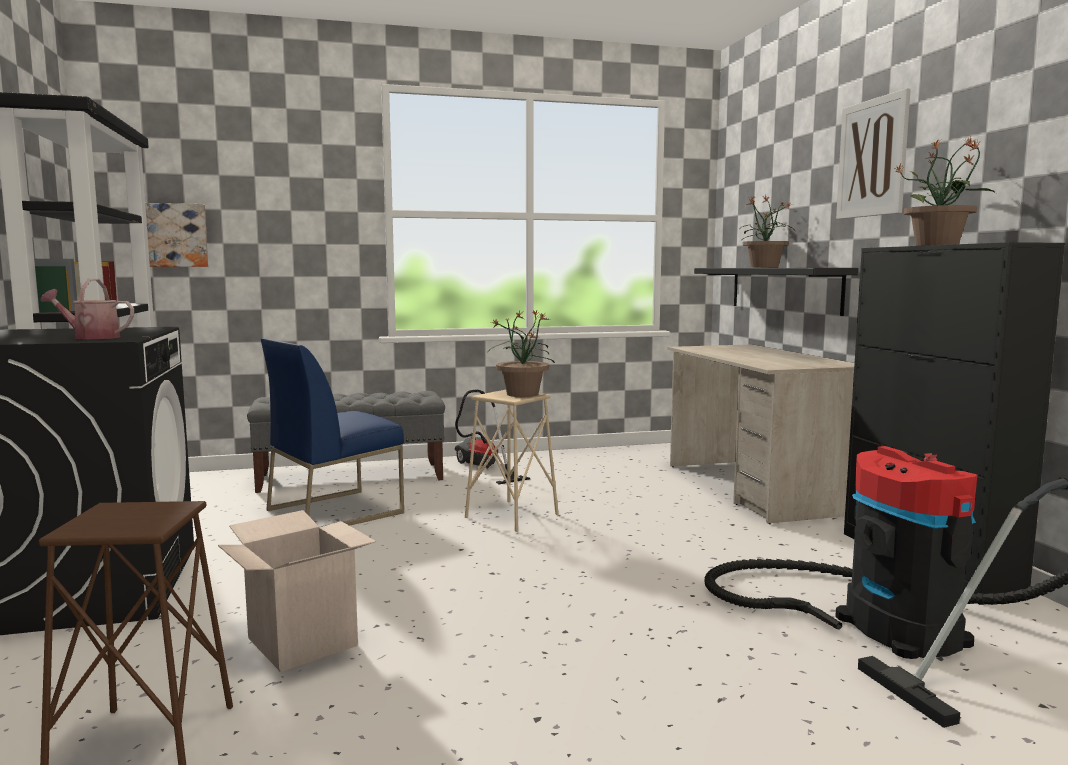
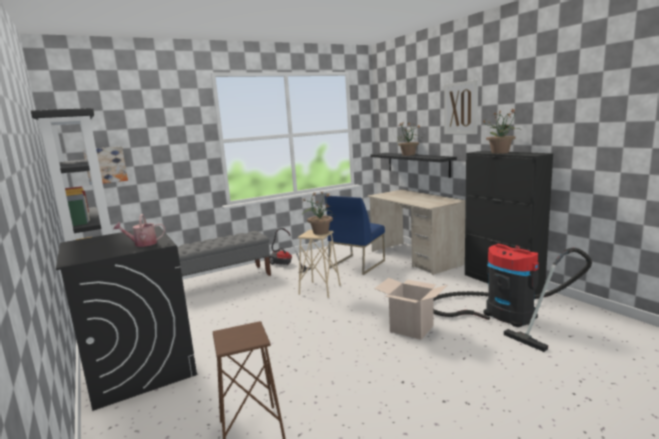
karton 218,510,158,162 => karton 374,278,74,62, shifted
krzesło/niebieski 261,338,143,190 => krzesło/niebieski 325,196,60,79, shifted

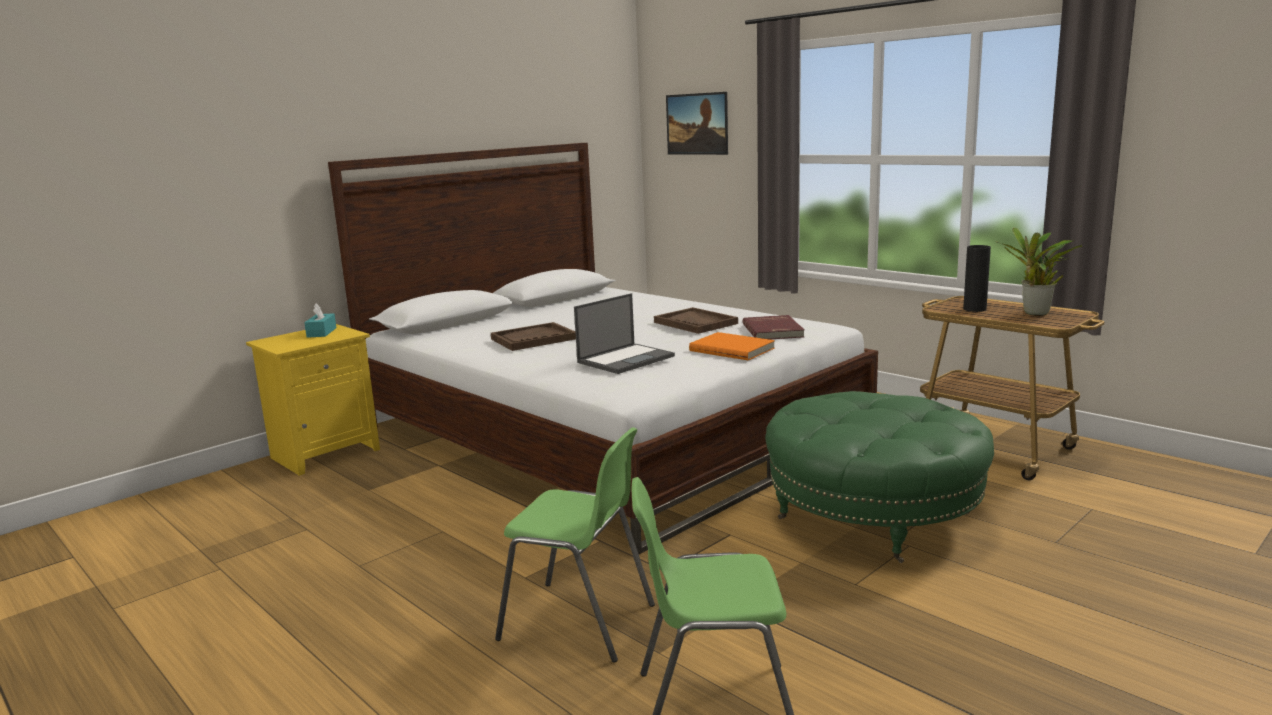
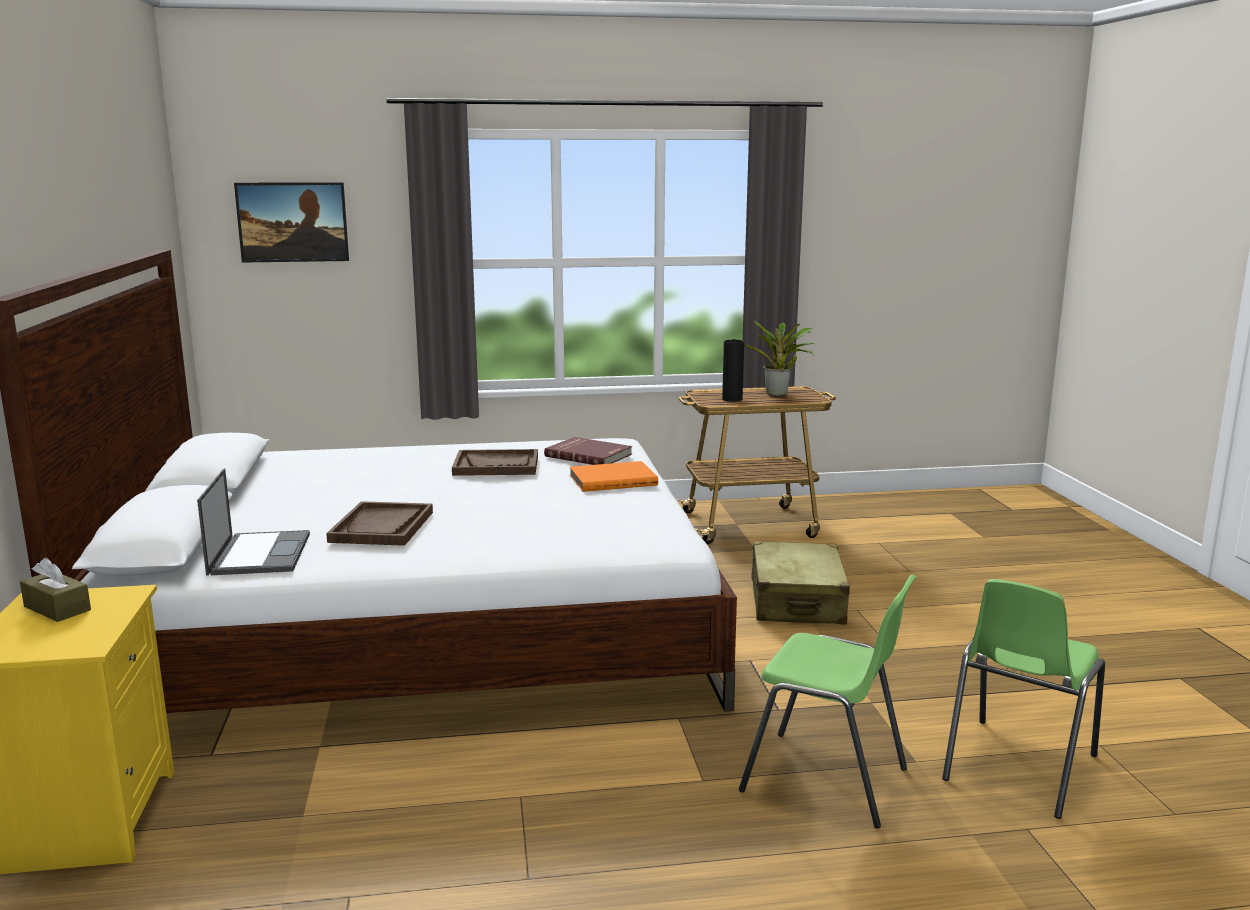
laptop 574,293,101,81 => laptop 197,468,113,108, shifted
pufa/zielony 765,391,229,172 => walizka/beżowy 752,541,98,84
pudełko chusteczek/turkusowy 304,303,32,35 => pudełko chusteczek/brązowy 20,558,71,64
krzesło/zielony 495,427,160,236 => krzesło/zielony 739,575,178,253, 60 degrees clockwise

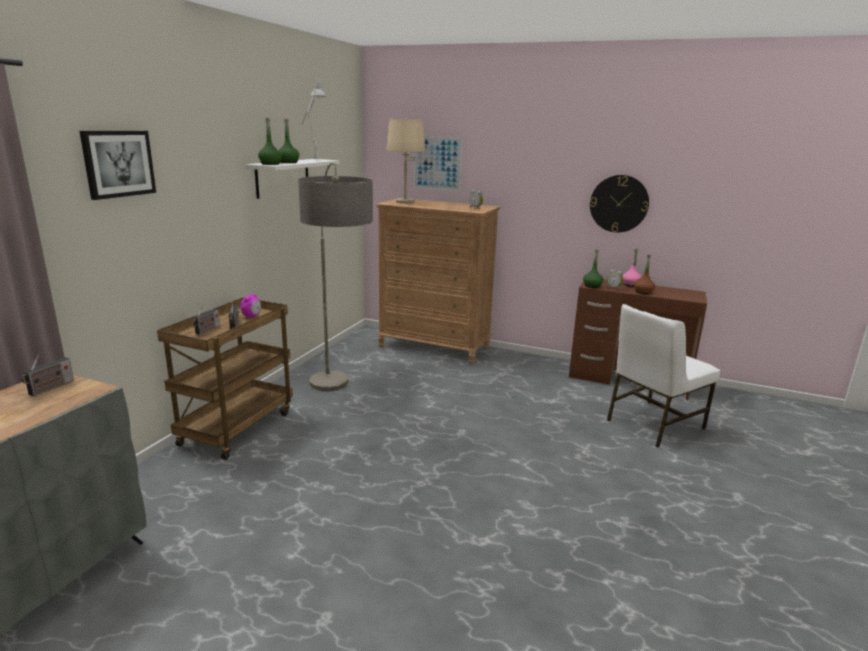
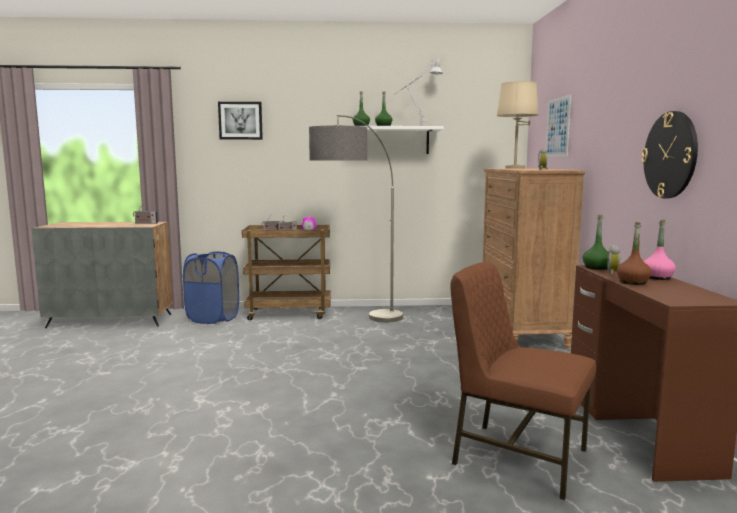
nothing => kosz na pranie/niebieski 183,252,56,72
krzesło/biały 607,304,113,144 => krzesło/brązowy 450,262,146,238

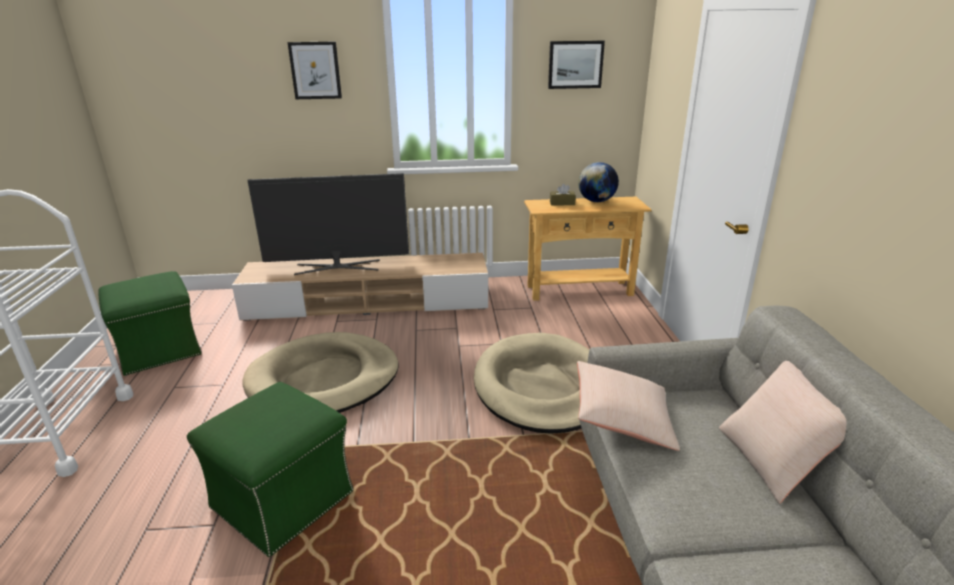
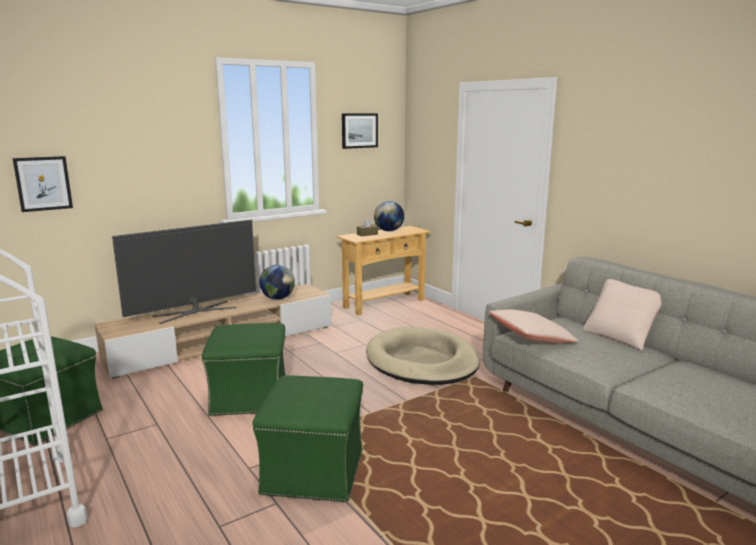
nothing => globus 259,265,36,35
obraz 287,42,55,57 => obraz 12,156,61,56, shifted
legowisko/beżowy 242,332,157,81 => pufa/zielony 202,323,84,93

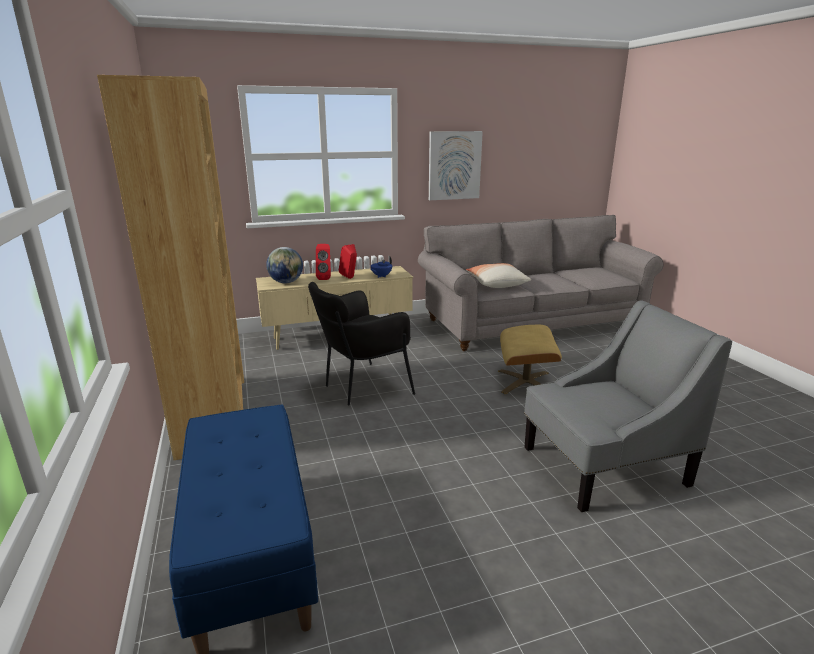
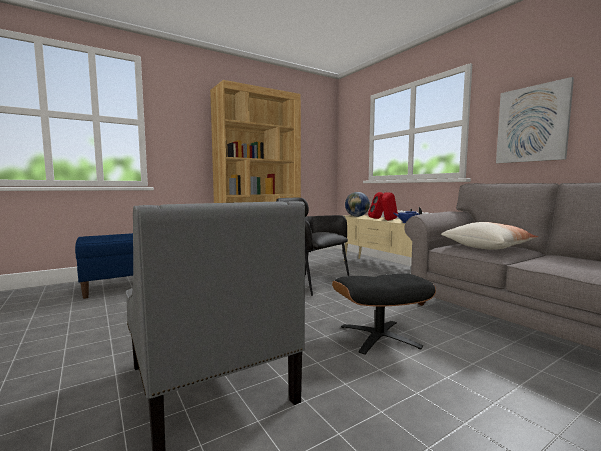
pufa/beżowy 498,325,64,69 => pufa/czarny 332,273,104,82

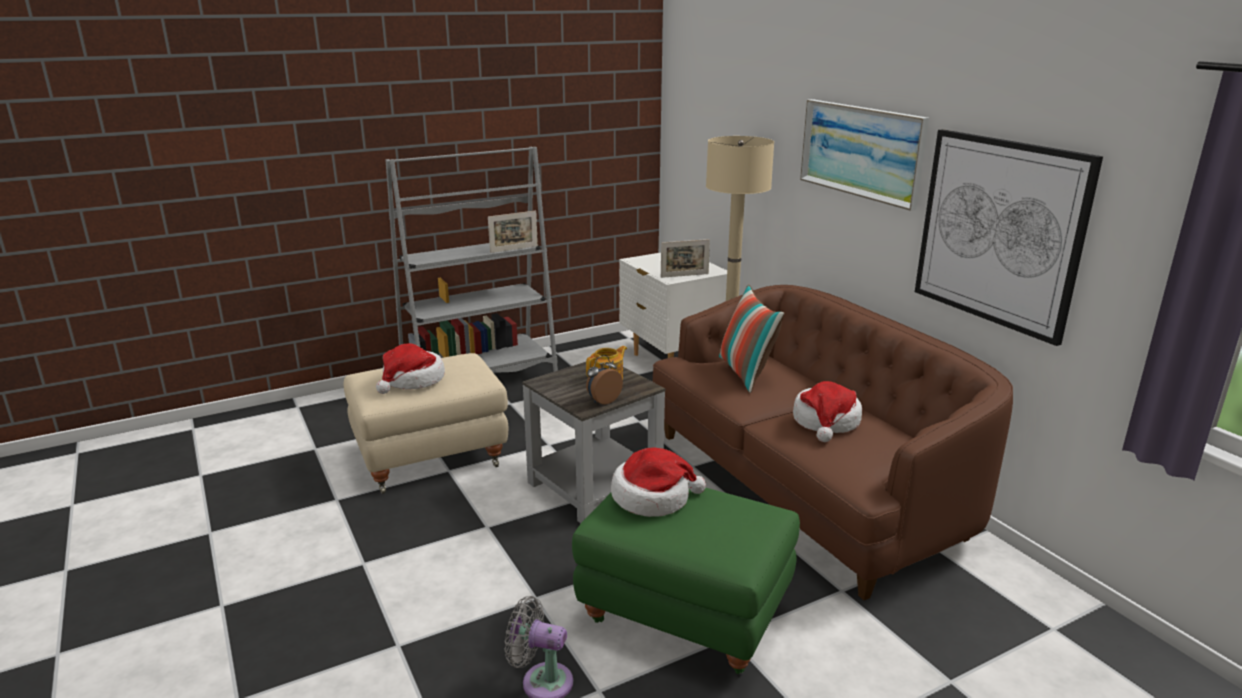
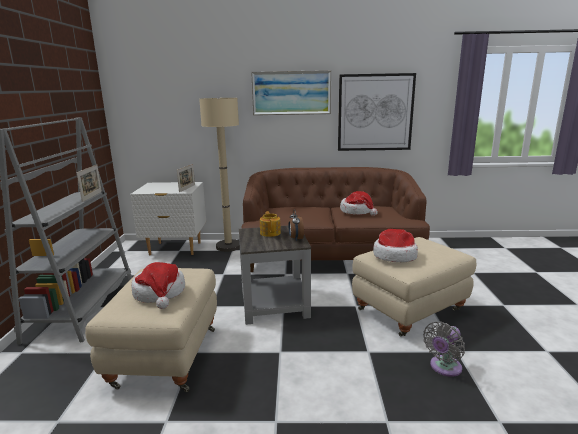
poduszka 719,285,66,108 => nothing
pufa/zielony 572,483,228,191 => pufa/beżowy 352,237,124,99

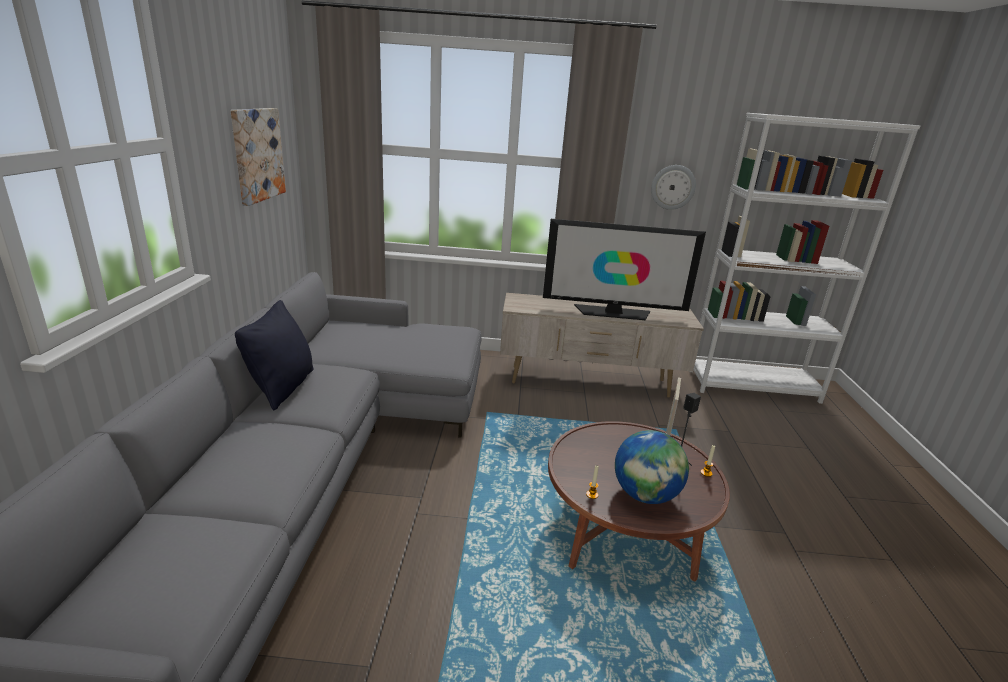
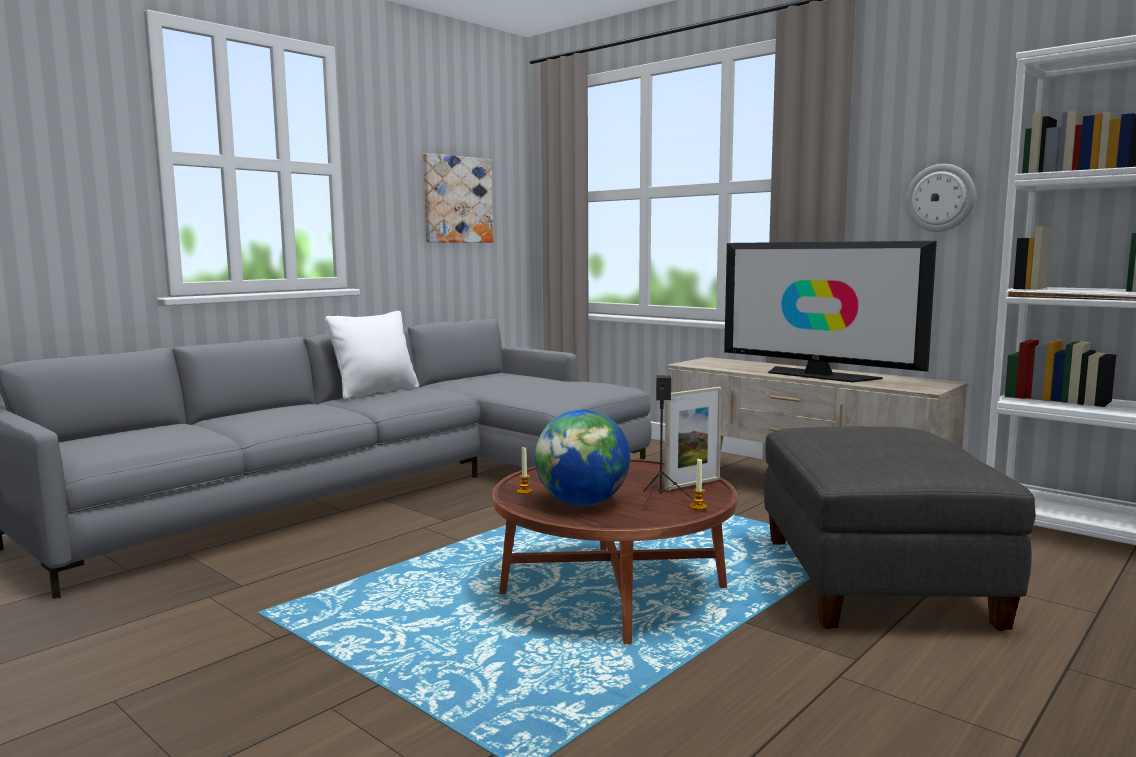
nothing => pufa/szary 764,426,272,205
poduszka/czarny 235,300,79,110 => poduszka/biały 325,311,94,88

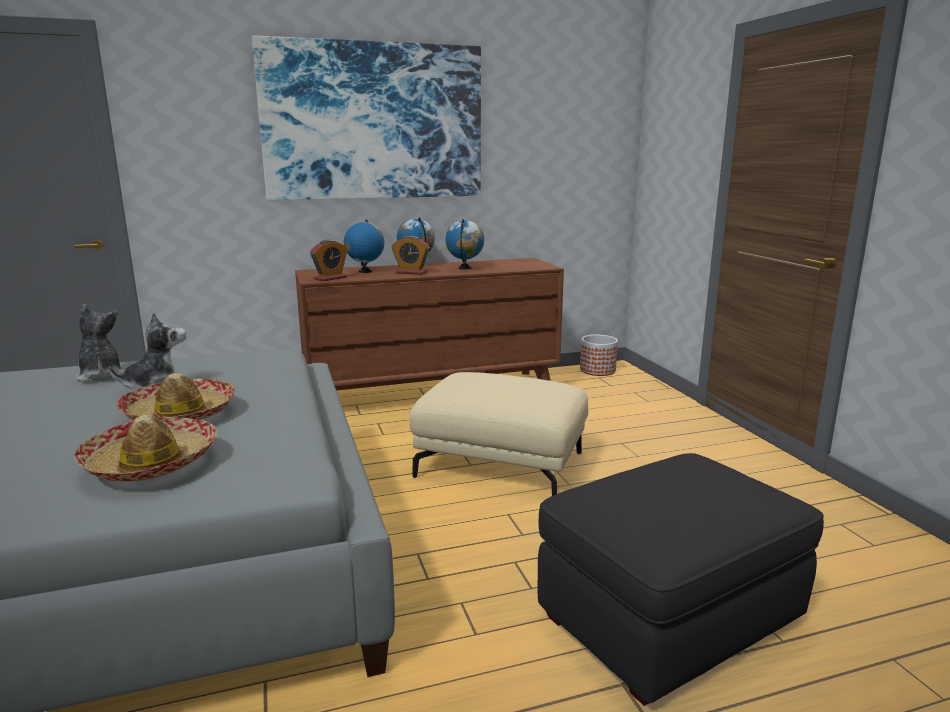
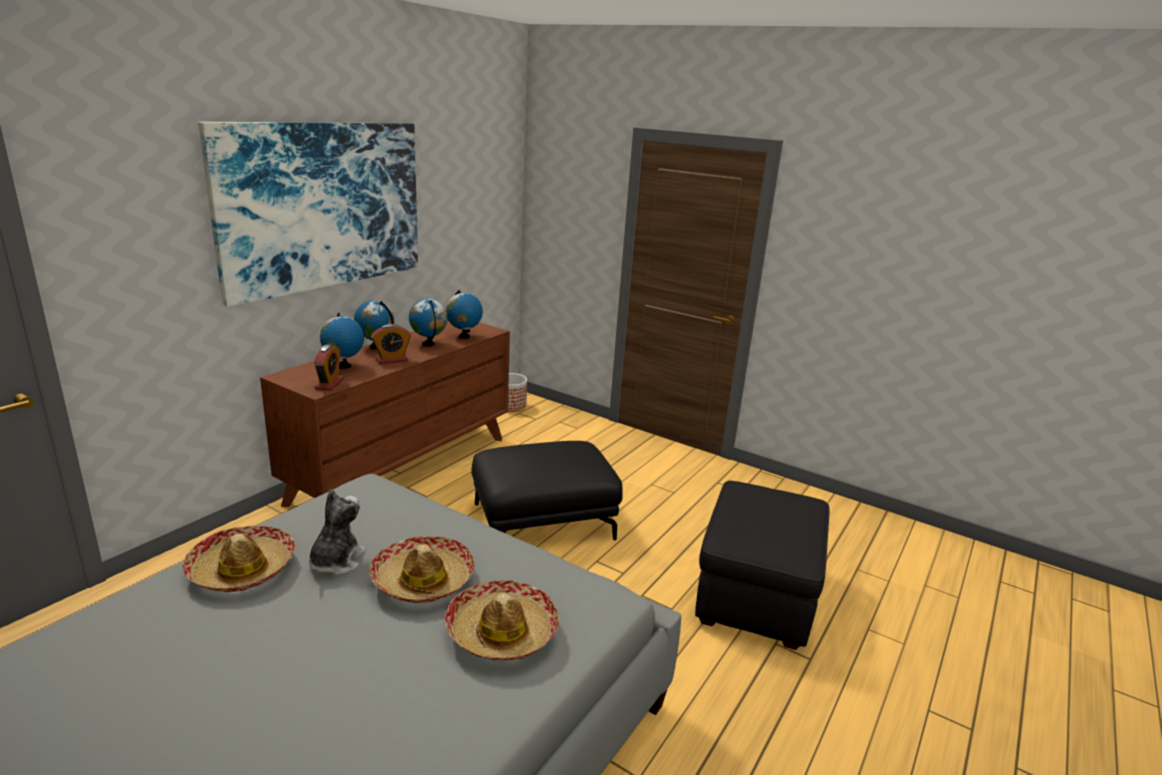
nothing => globus 446,290,37,49
pluszak 75,304,51,78 => kapelusz 182,526,113,66
pufa/beżowy 410,372,178,124 => pufa/czarny 471,441,152,99

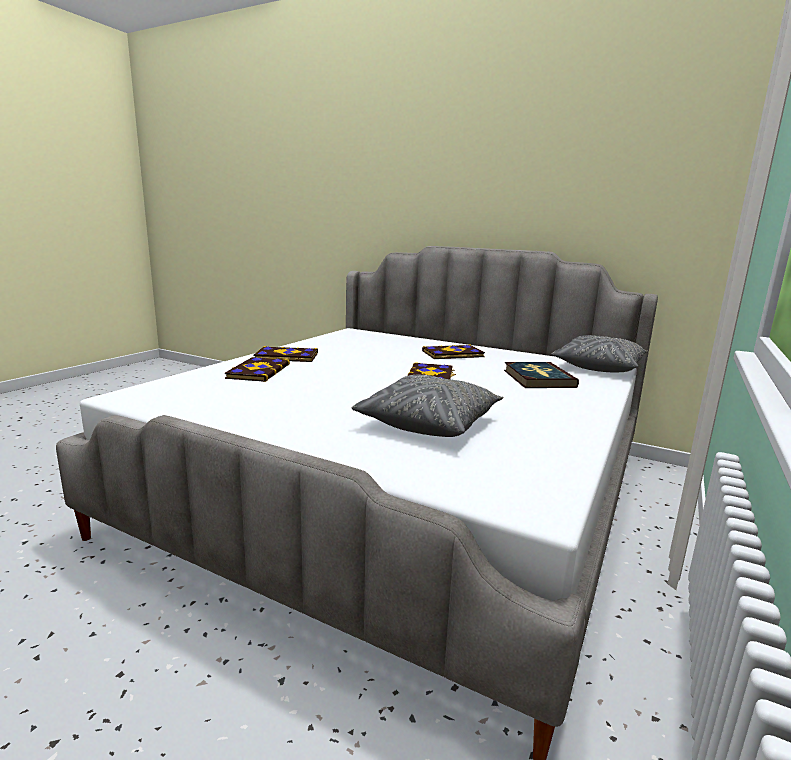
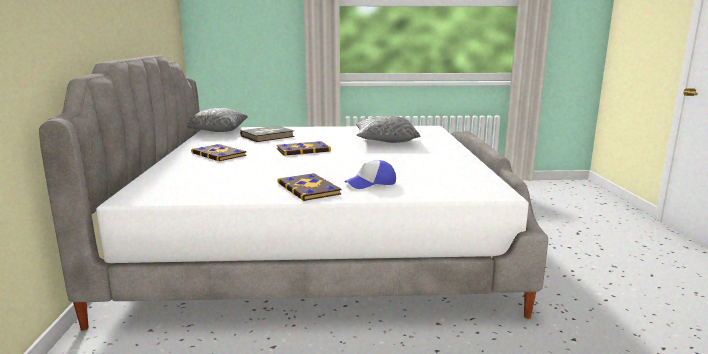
książka 225,357,65,25 => czapka z daszkiem 345,160,51,29

